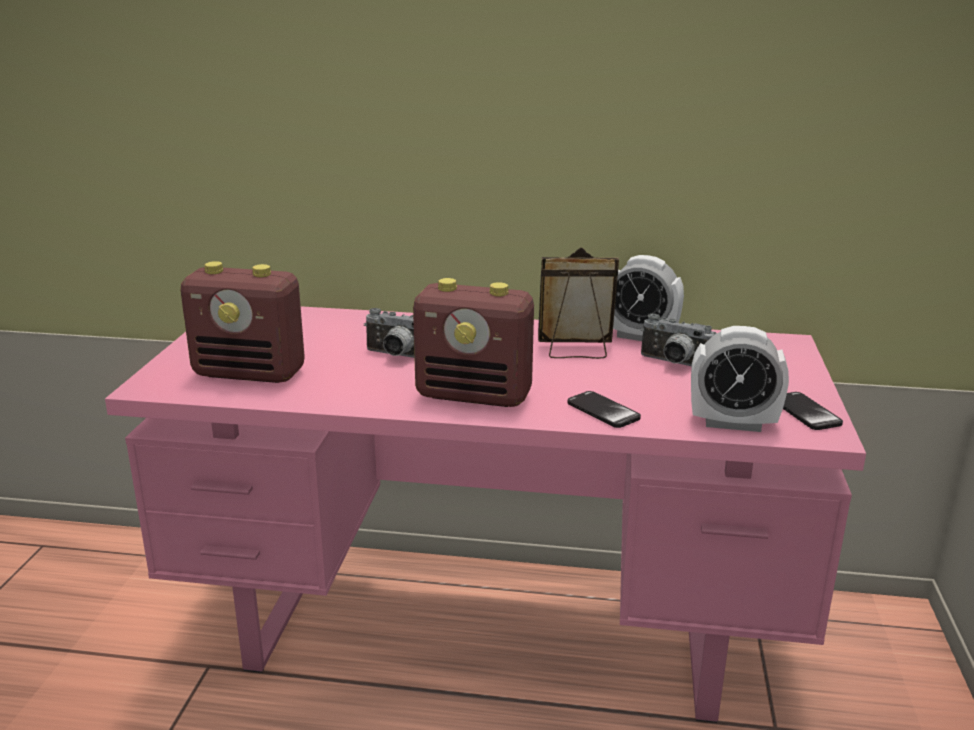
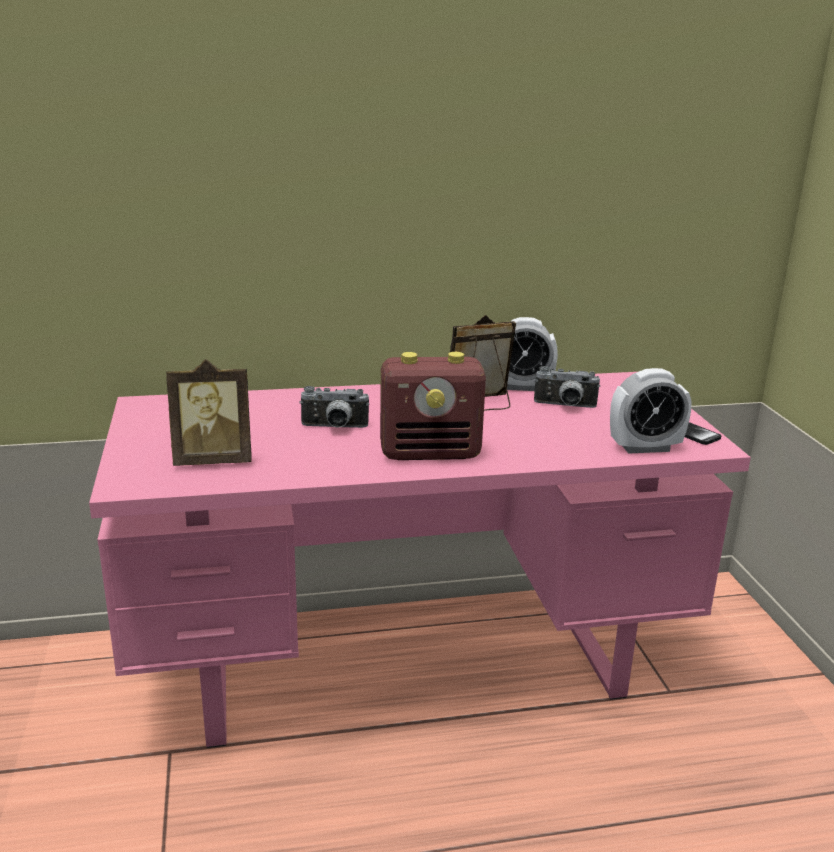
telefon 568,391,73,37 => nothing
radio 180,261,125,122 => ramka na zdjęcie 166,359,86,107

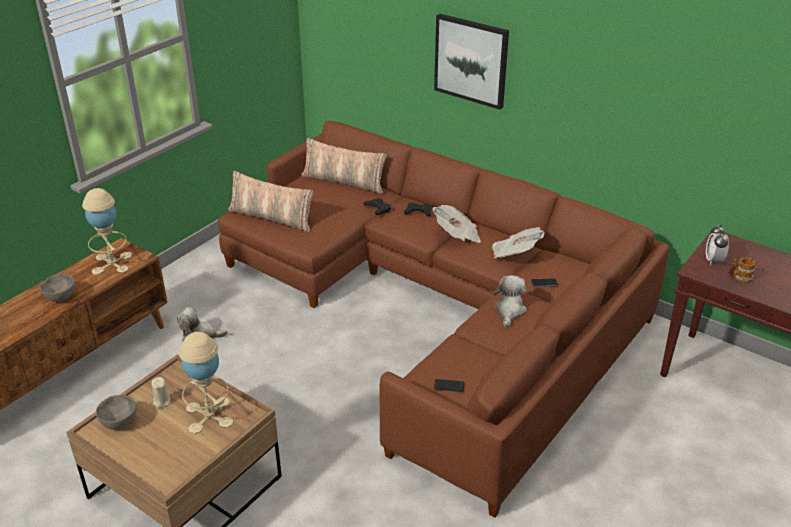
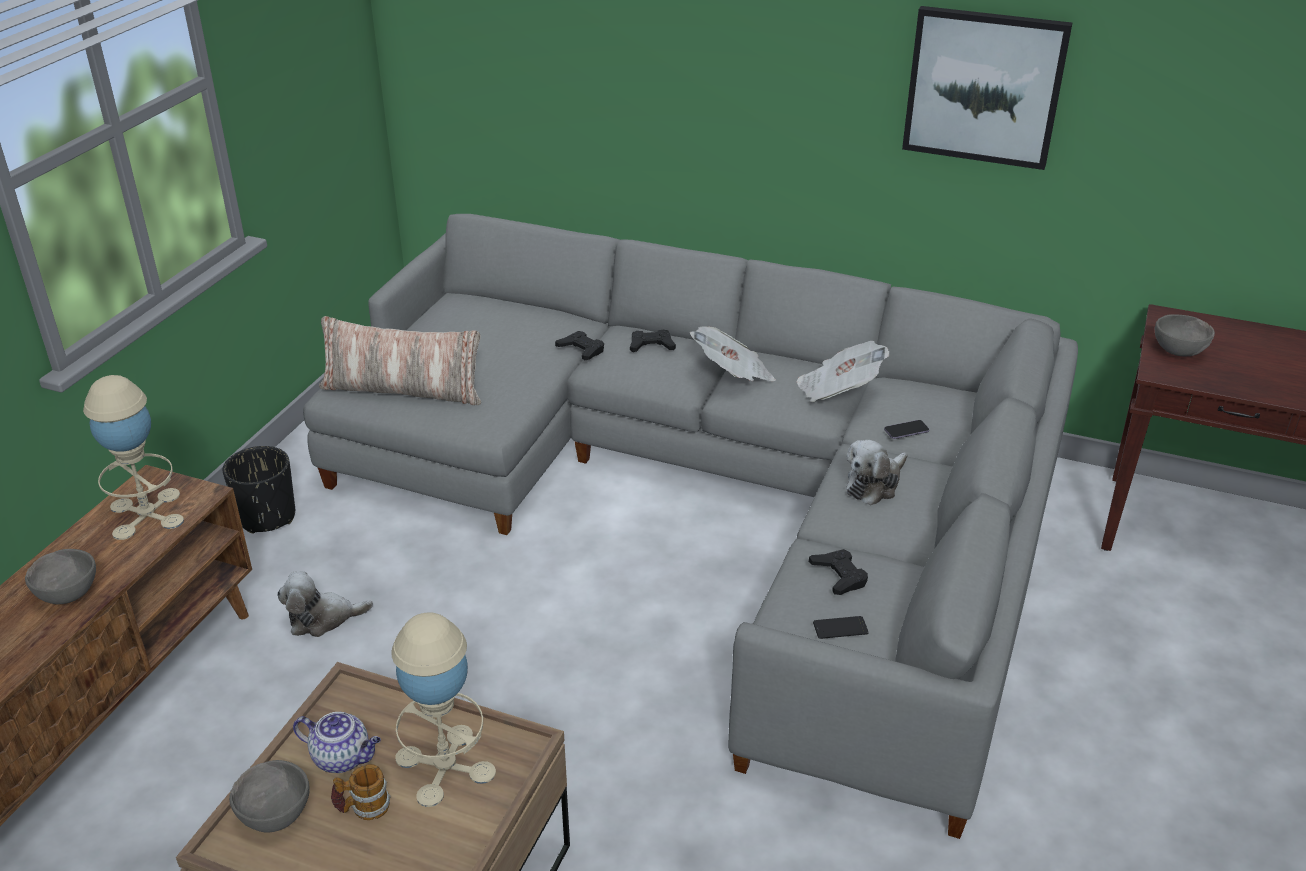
poduszka 301,138,85,56 => nothing
nothing => donica/czarny 223,446,72,87
nothing => pad do gier/czarny 809,549,59,46
obraz 434,14,75,96 => obraz 902,6,170,164, shifted
kubek 728,257,28,26 => kubek 331,764,60,56, shifted
świeca/beżowy 151,377,20,31 => imbryk 293,712,88,61
budzik 706,225,23,40 => miska/szary 1155,314,60,42
kanapa/brązowy 218,121,452,397 => kanapa/szary 303,214,775,625
pluszak 493,275,34,53 => pluszak 846,440,62,65, 135 degrees counterclockwise

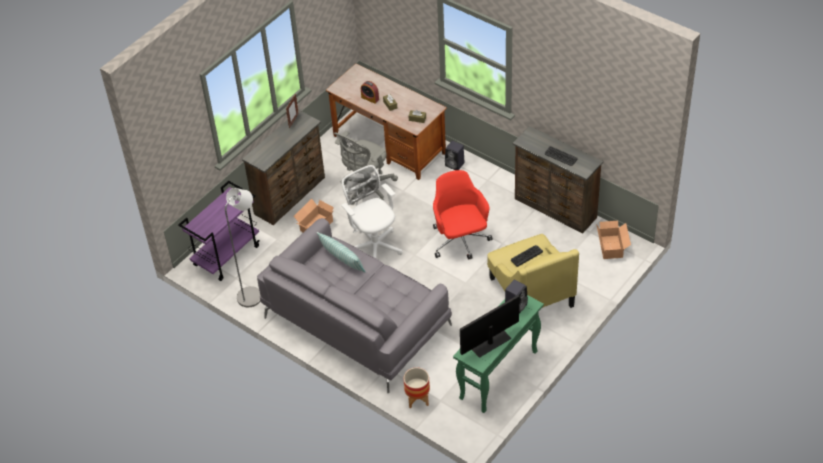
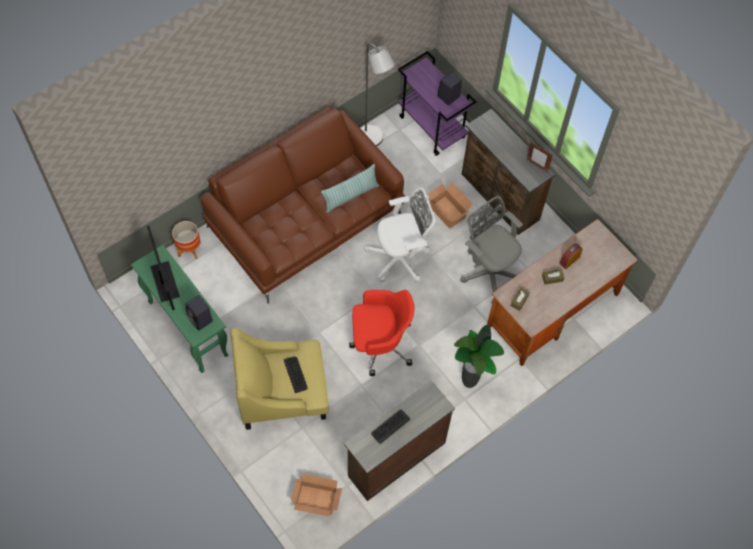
nothing => roślina doniczkowa 454,325,50,63
głośnik/czarny 445,141,20,29 => głośnik/czarny 438,71,24,35, shifted
kanapa/szary 257,218,195,175 => kanapa/brązowy 201,106,204,198

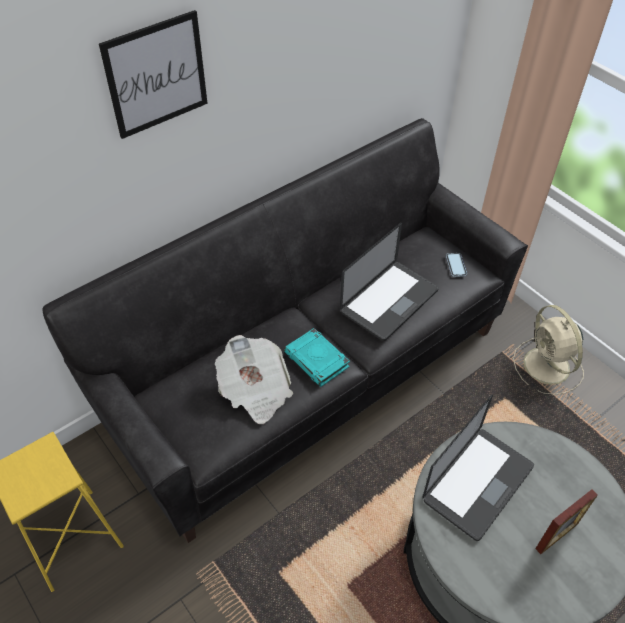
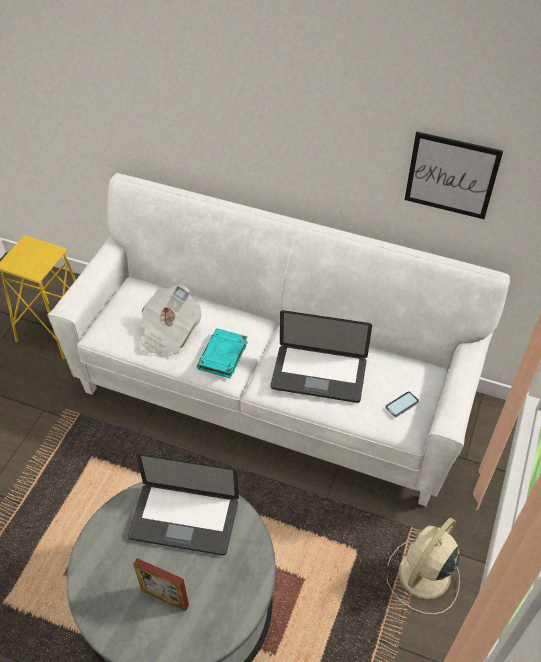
obraz 99,10,109,129 => obraz 405,132,98,87, shifted
kanapa/czarny 42,118,486,425 => kanapa/biały 47,173,463,333

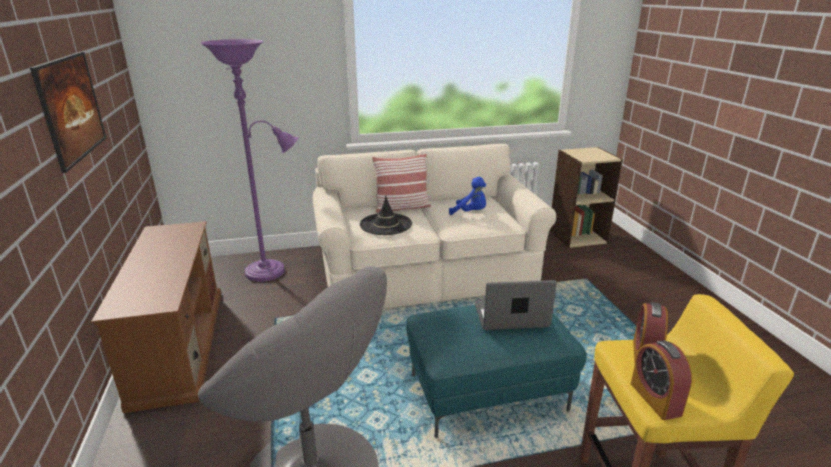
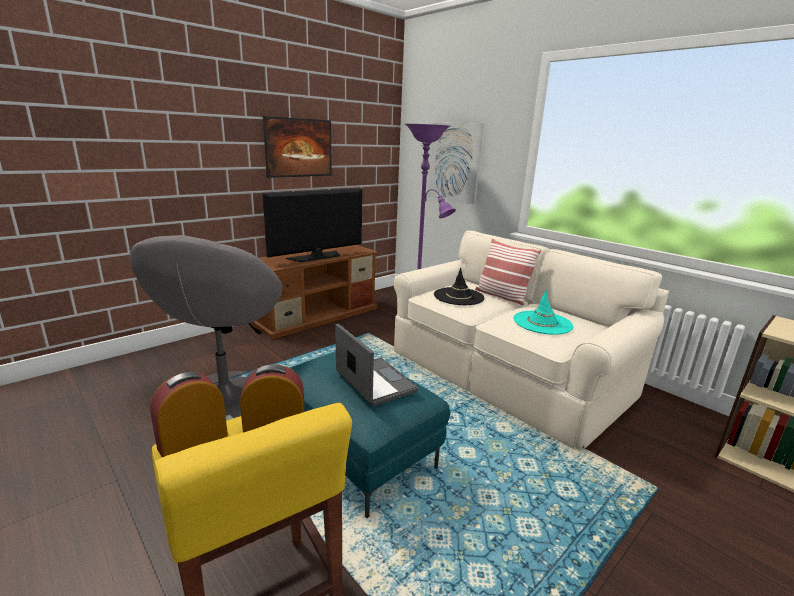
nothing => telewizor 262,188,100,74
nothing => obraz 427,123,57,81
pluszak/niebieski 449,177,37,38 => kapelusz/turkusowy 513,290,60,45

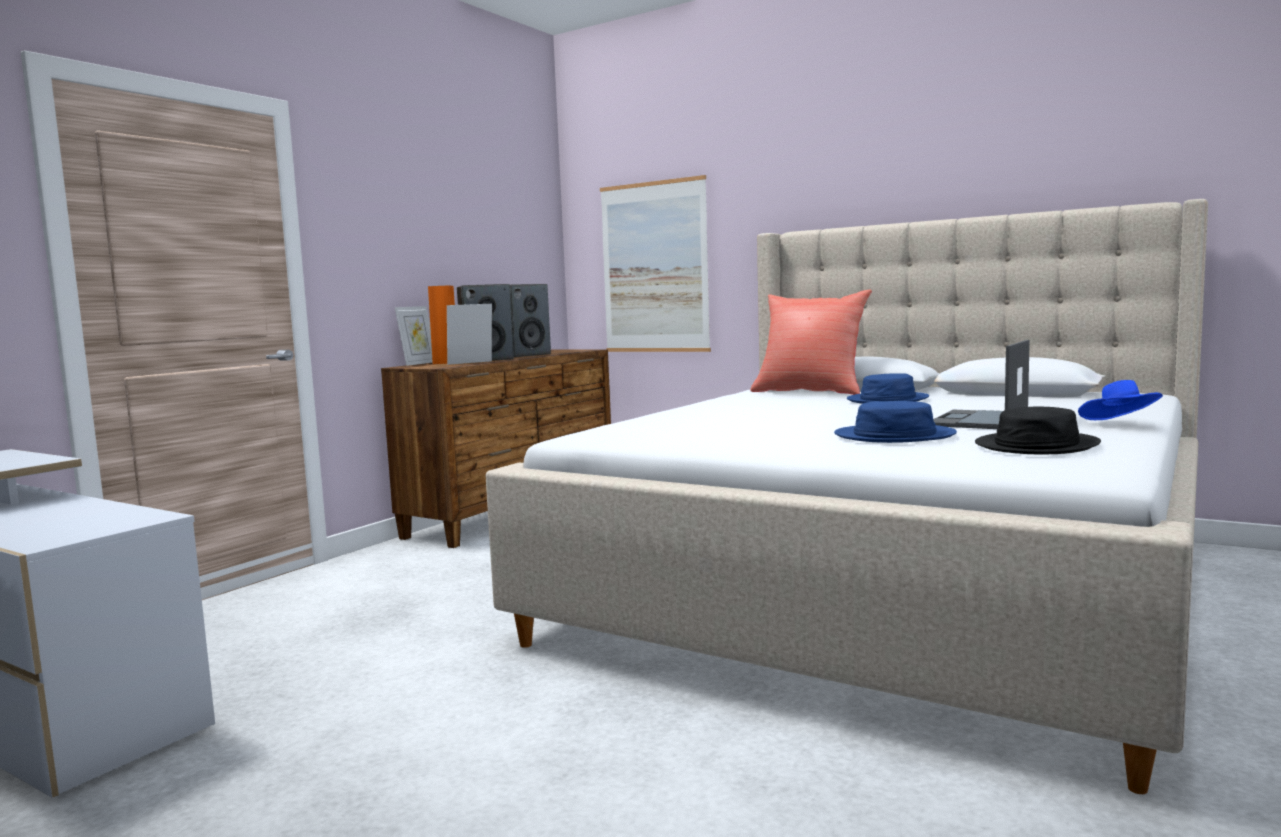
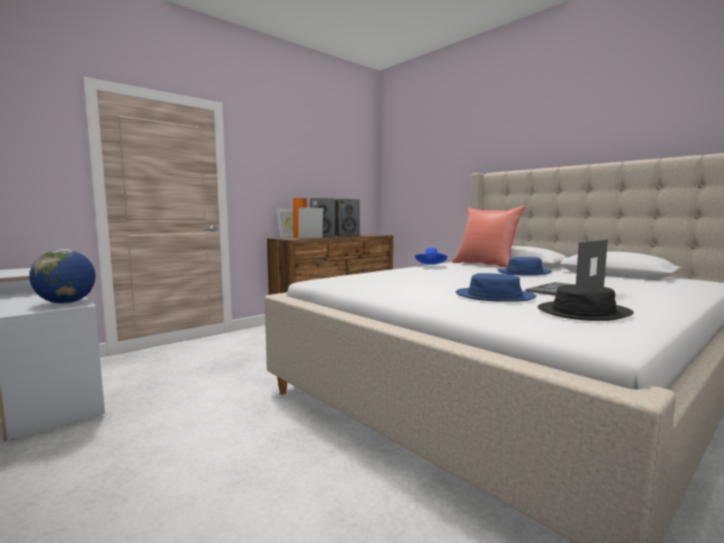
obraz 600,175,111,177 => nothing
nothing => globus 29,249,67,55
kapelusz/niebieski 1078,380,85,40 => kapelusz/niebieski 415,248,32,17, shifted

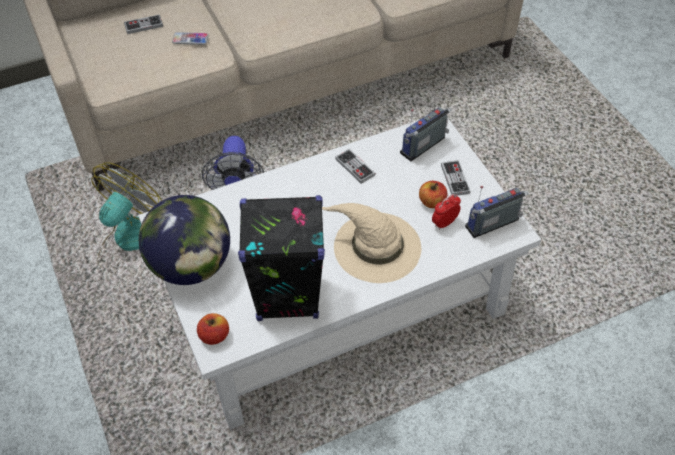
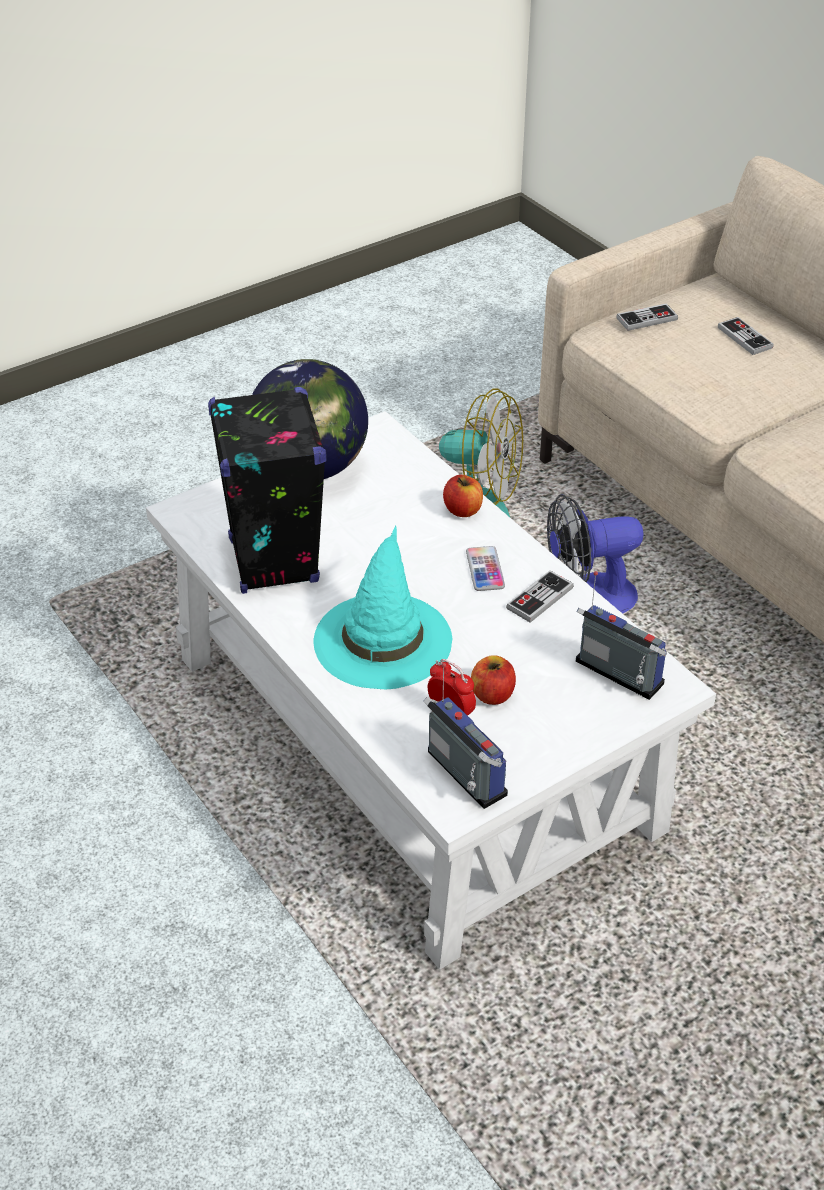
telefon 172,32,37,13 => telefon 466,546,39,45, shifted
jabłko 197,313,32,32 => jabłko 443,475,40,42, shifted
pad do gier 441,160,30,35 => pad do gier 616,304,62,27, shifted
kapelusz/beżowy 322,203,99,80 => kapelusz/turkusowy 314,525,138,164

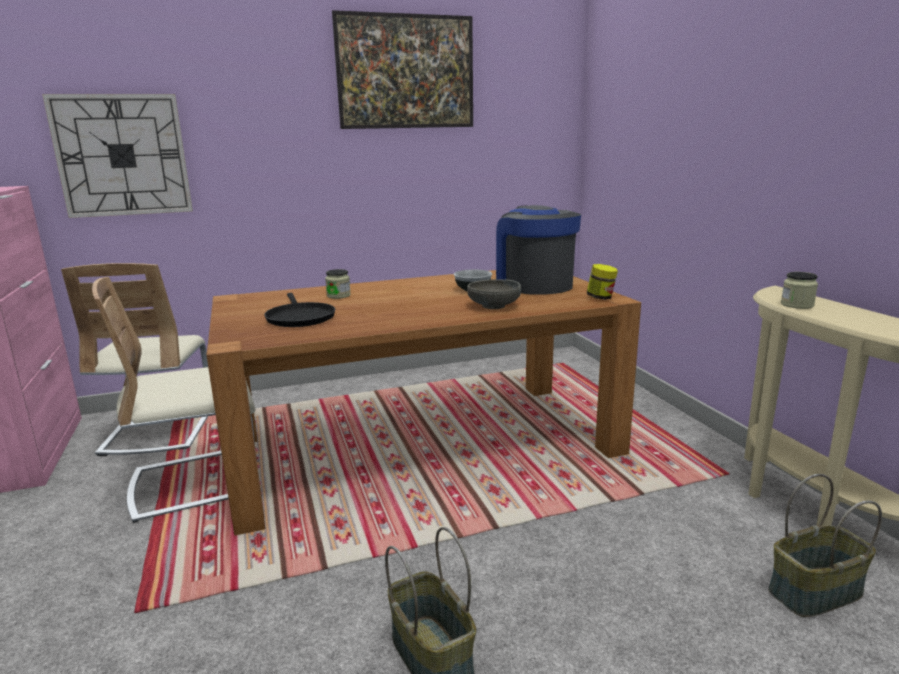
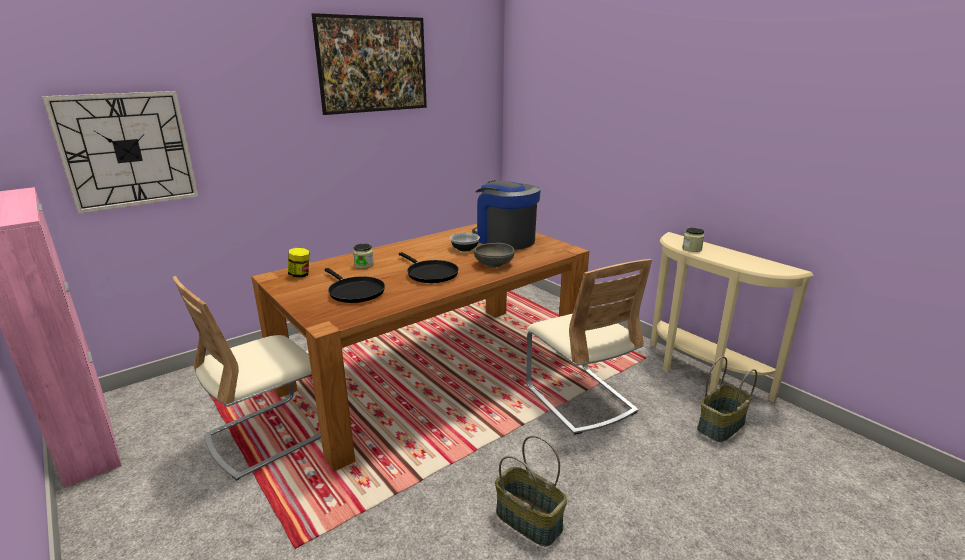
nothing => patelnia/czarny 399,252,60,31
krzesło/beżowy 61,263,147,193 => krzesło/beżowy 526,259,126,176, shifted
słoik 587,264,31,36 => słoik 288,248,21,29, shifted

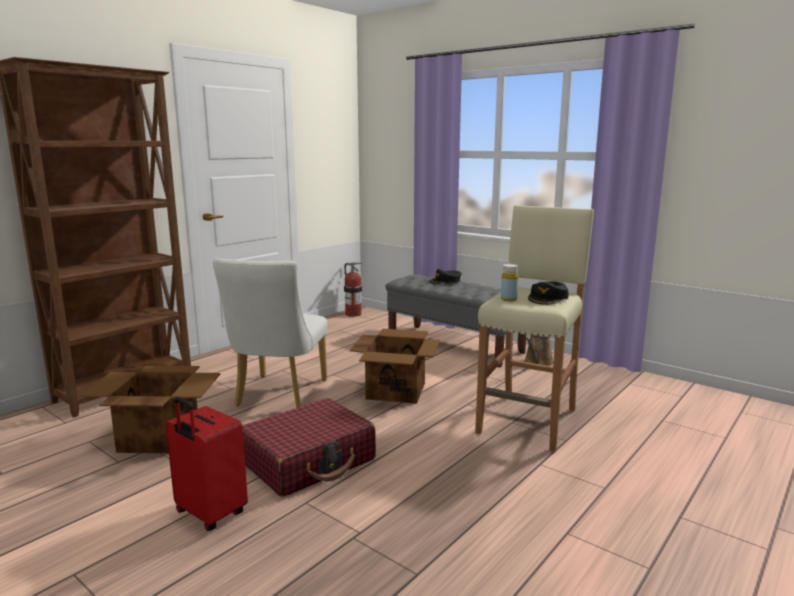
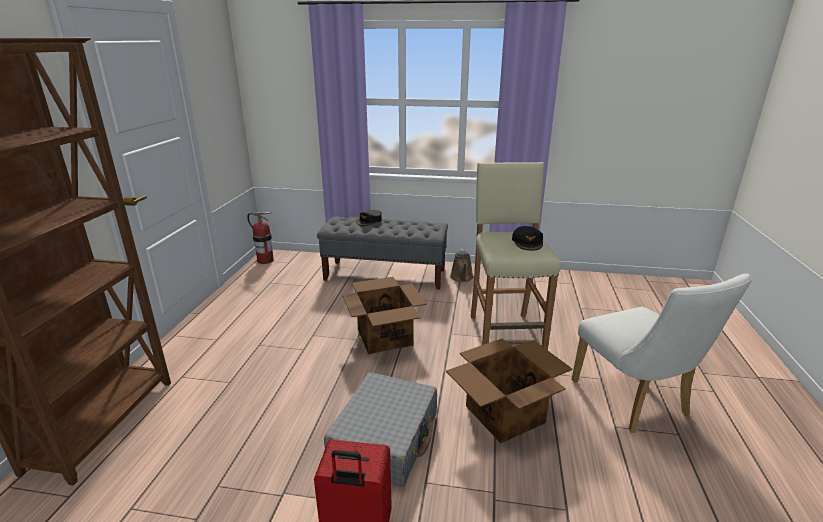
butelka/żółty 501,264,17,37 => nothing
karton 79,366,141,87 => karton 446,338,126,105, shifted
krzesło/biały 213,258,114,150 => krzesło/biały 571,273,181,160, shifted
walizka/czerwony 242,398,134,99 => walizka/szary 324,372,113,115

